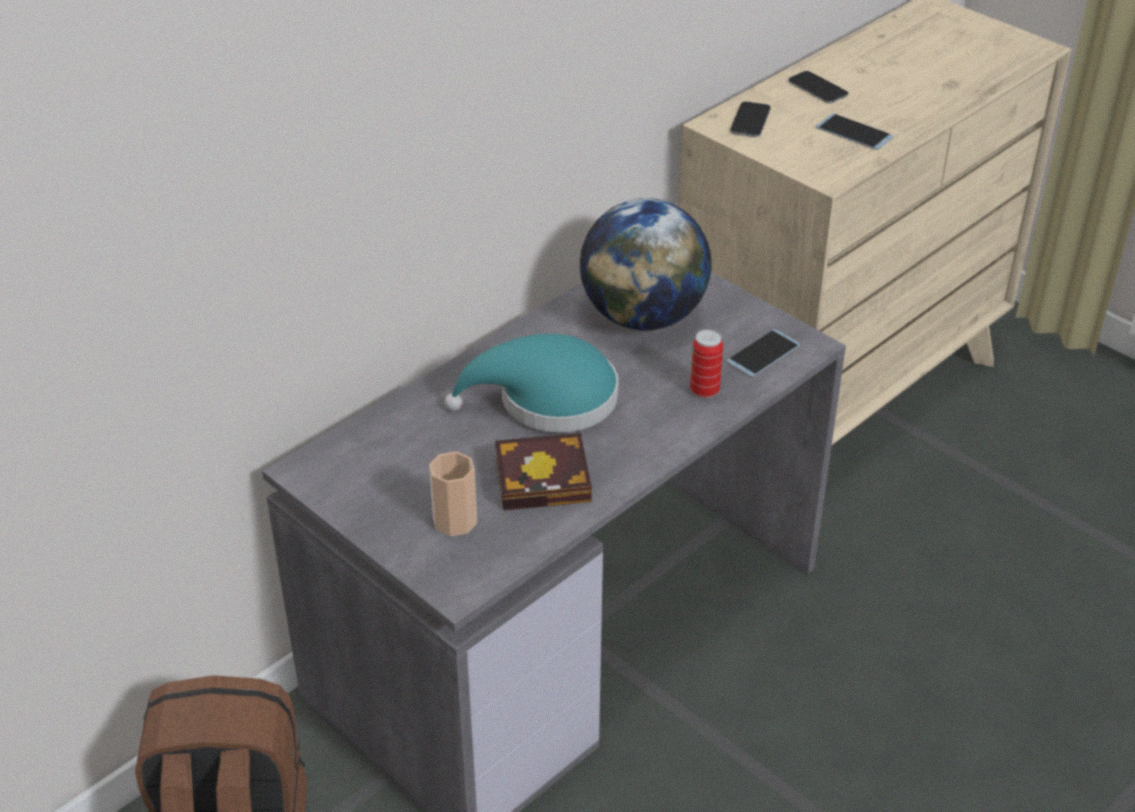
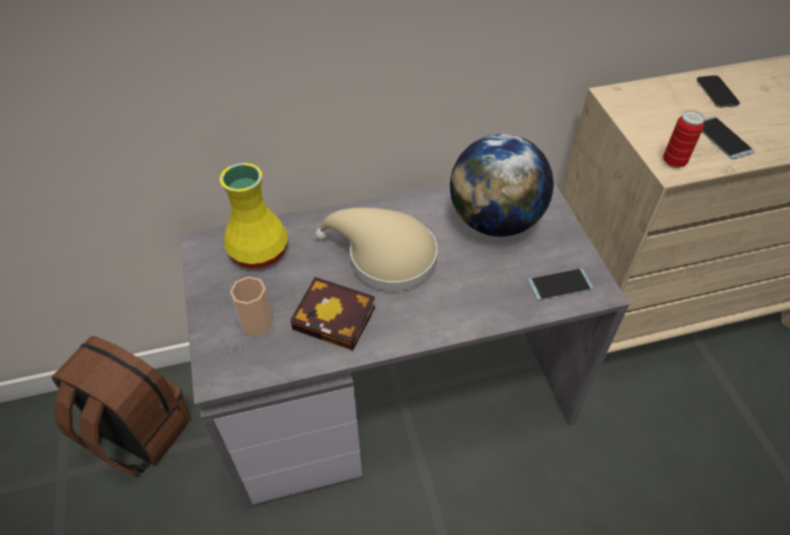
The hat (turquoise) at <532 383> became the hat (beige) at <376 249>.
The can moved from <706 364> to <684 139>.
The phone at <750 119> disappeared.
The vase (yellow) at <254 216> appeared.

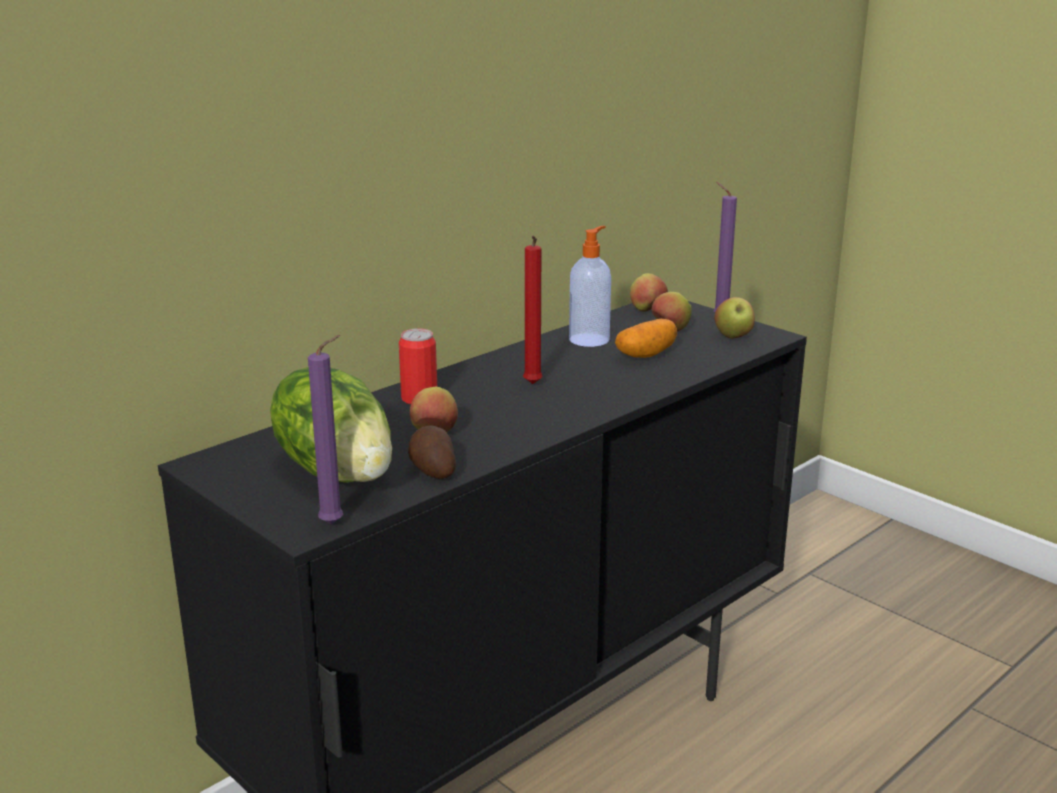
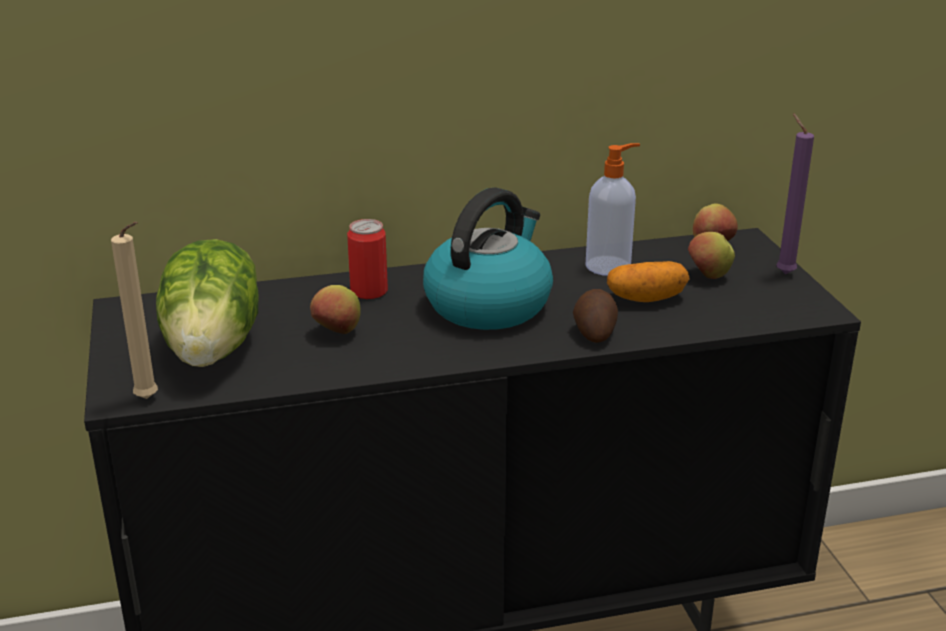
The candle (purple) at <325 429> became the candle (beige) at <134 310>.
The potato moved from <432 452> to <595 316>.
The candle (red) at <533 310> was replaced by the kettle at <488 258>.
The apple at <734 318> disappeared.

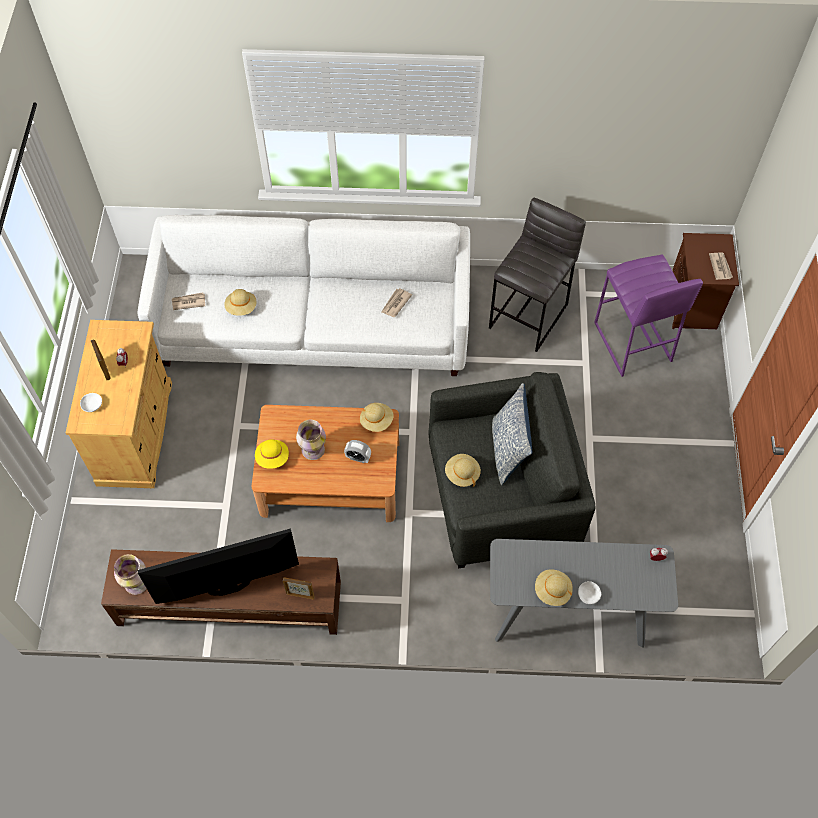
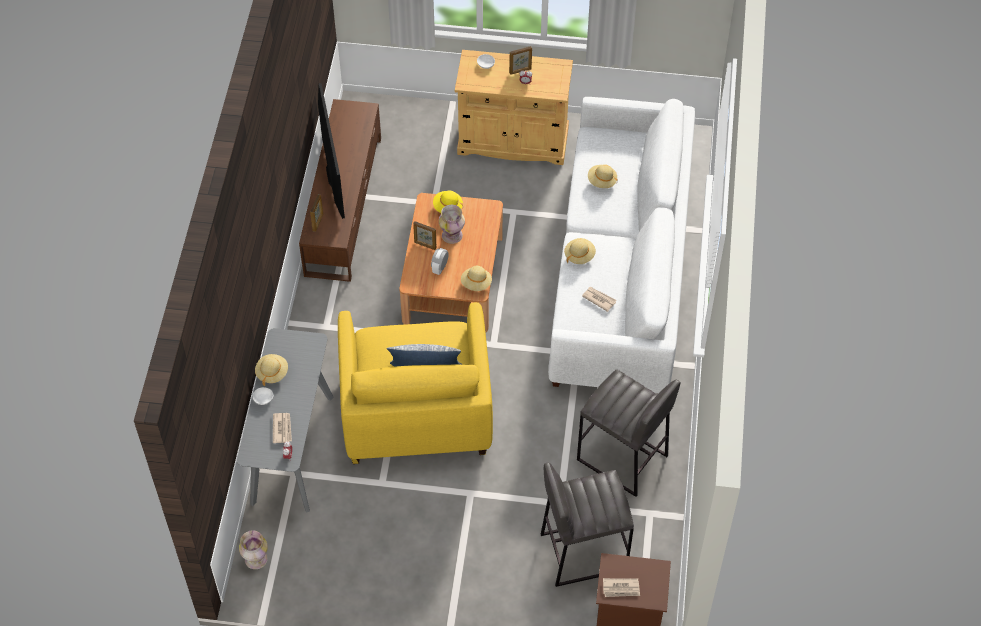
The vase moved from <130 574> to <253 549>.
The newspaper moved from <188 301> to <282 428>.
The armchair (grey) at <512 470> became the armchair (yellow) at <415 383>.
The hat (beige) moved from <463 470> to <580 251>.
The stool (purple) at <648 315> became the stool (grey) at <587 525>.
The picture frame at <424 235> appeared.

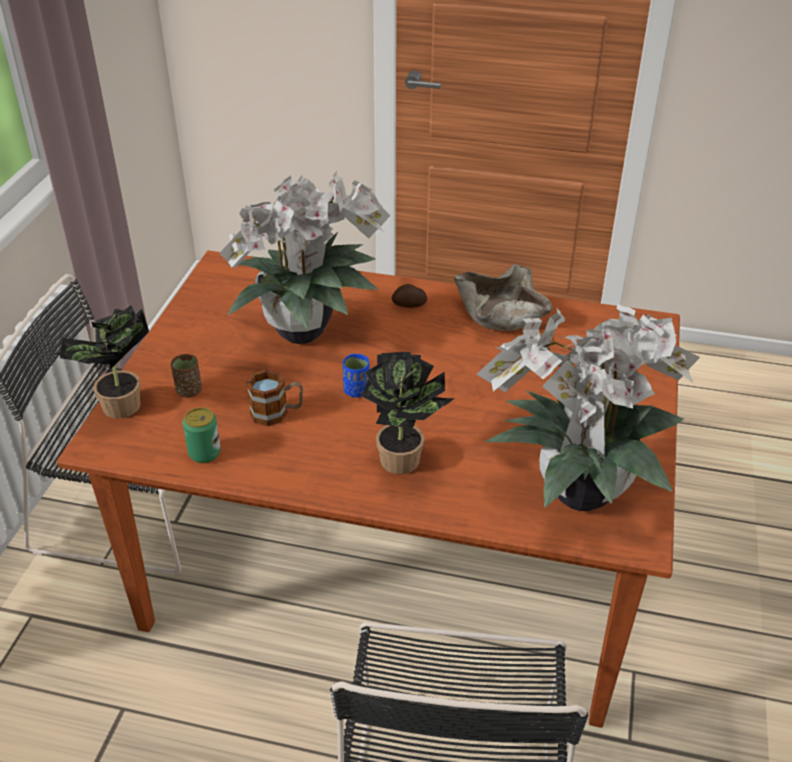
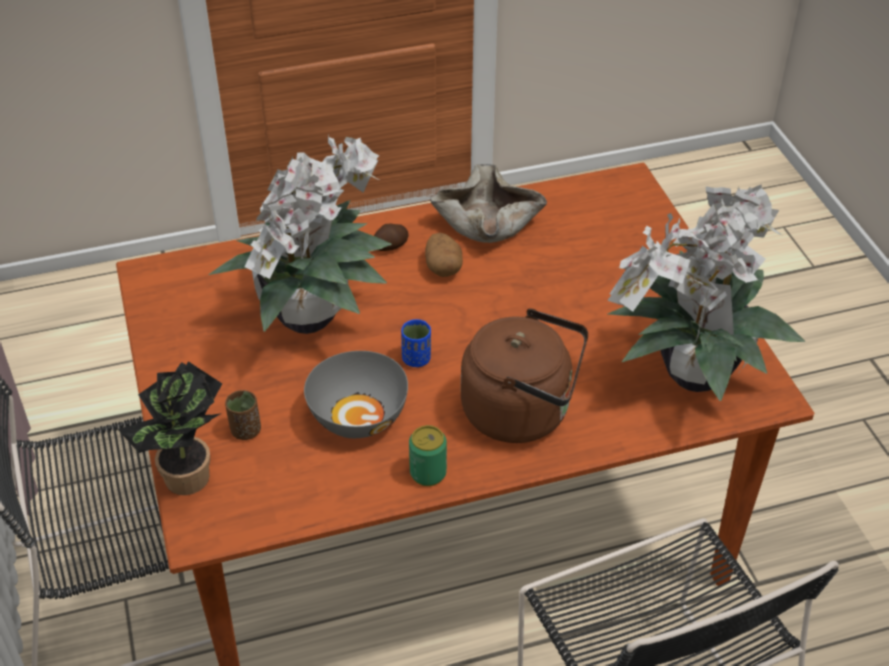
The can moved from <202 435> to <428 455>.
The mug at <274 398> was replaced by the bowl (grey) at <356 394>.
The potted plant at <408 413> was replaced by the kettle (brown) at <524 375>.
The potato at <444 255> appeared.

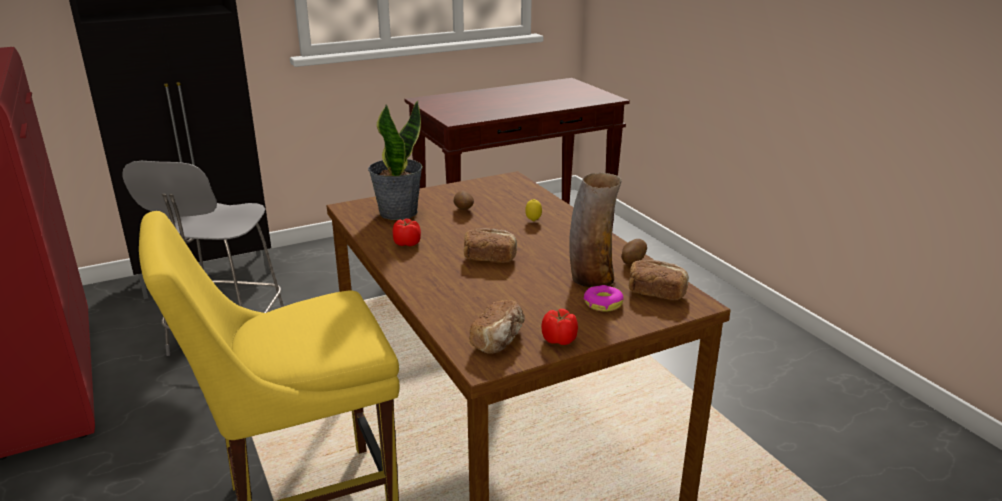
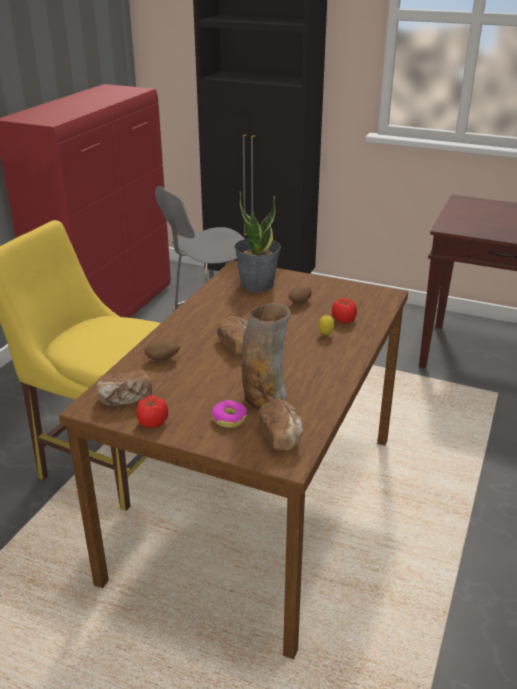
The tomato moved from <407 232> to <344 310>.
The potato moved from <634 252> to <162 350>.

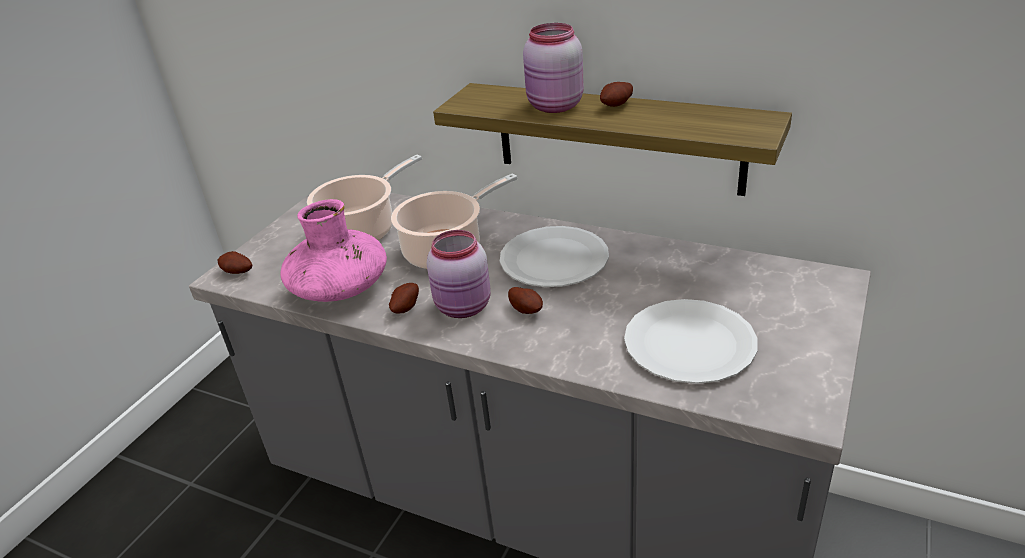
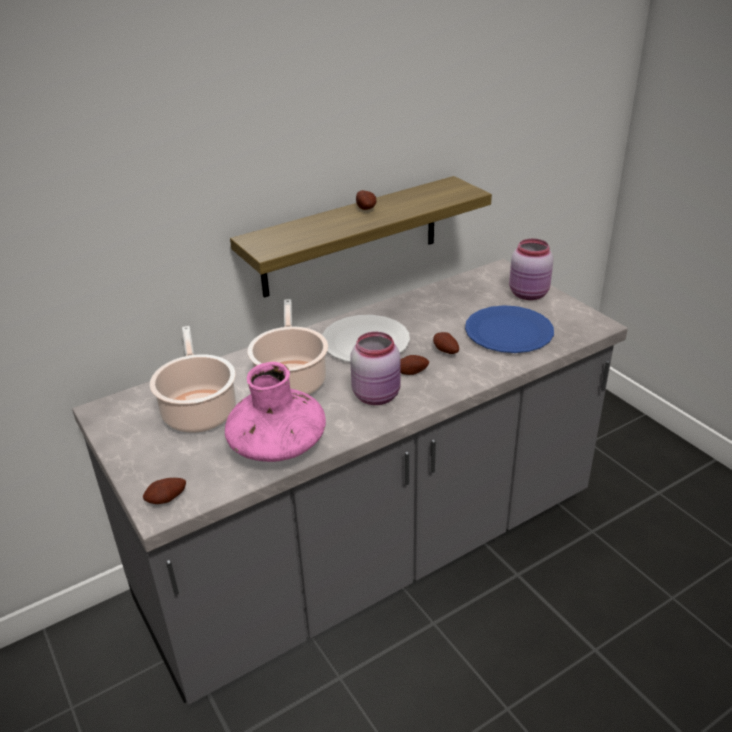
The potato moved from <404 298> to <446 343>.
The jar (pink) moved from <553 68> to <531 269>.
The plate (white) at <691 341> became the plate (blue) at <509 329>.

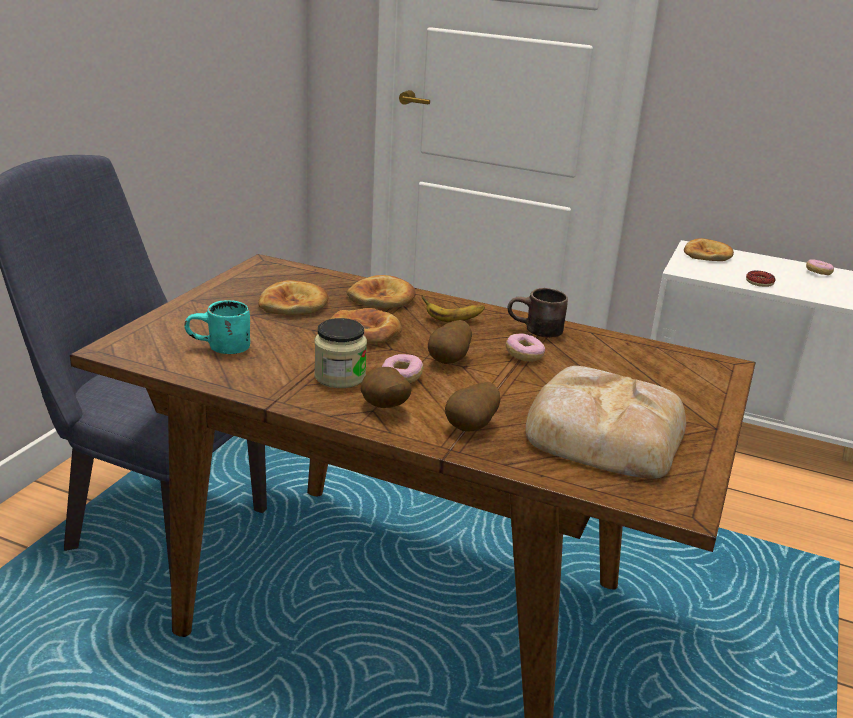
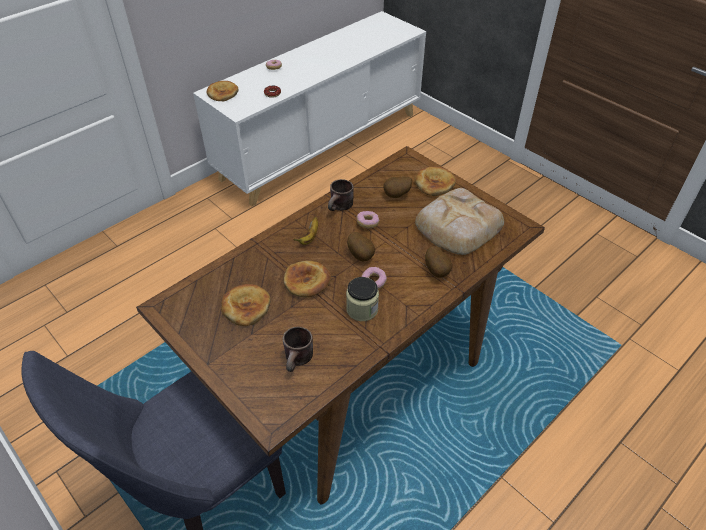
The mug (turquoise) at <217 327> became the mug (brown) at <298 349>.
The bread moved from <381 292> to <435 181>.
The potato moved from <386 387> to <397 187>.

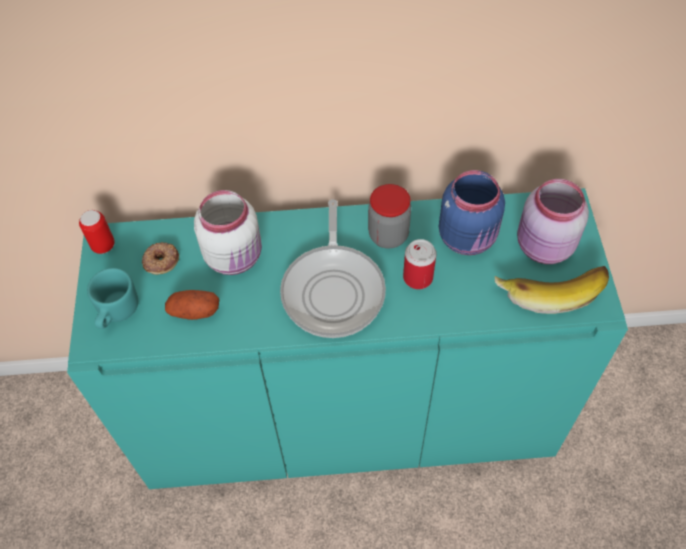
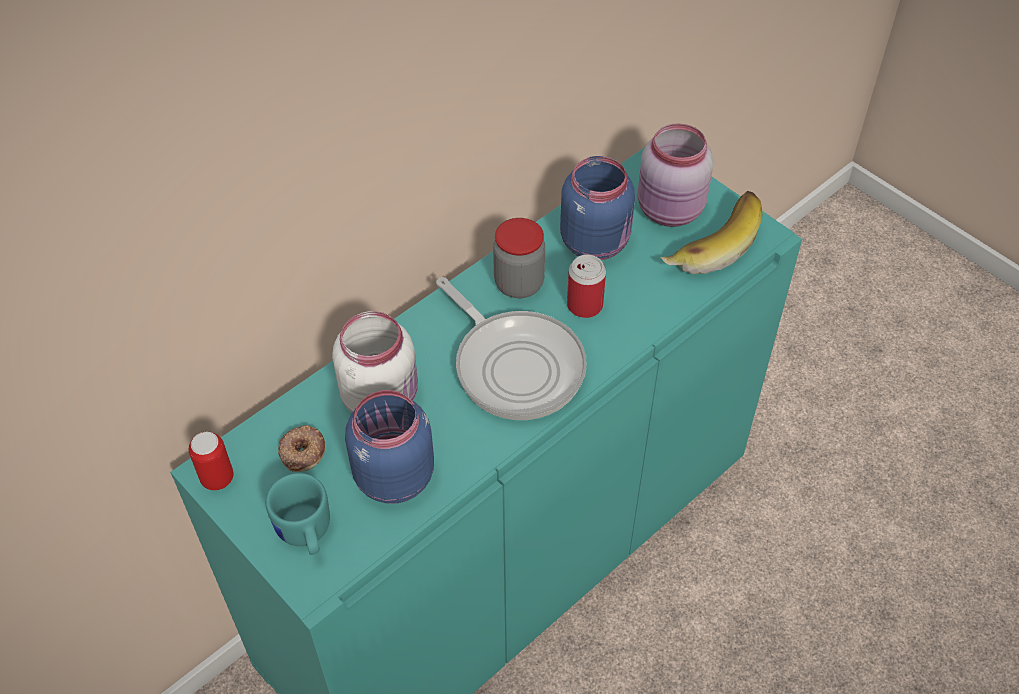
The potato at <192 305> was replaced by the jar (blue) at <389 447>.

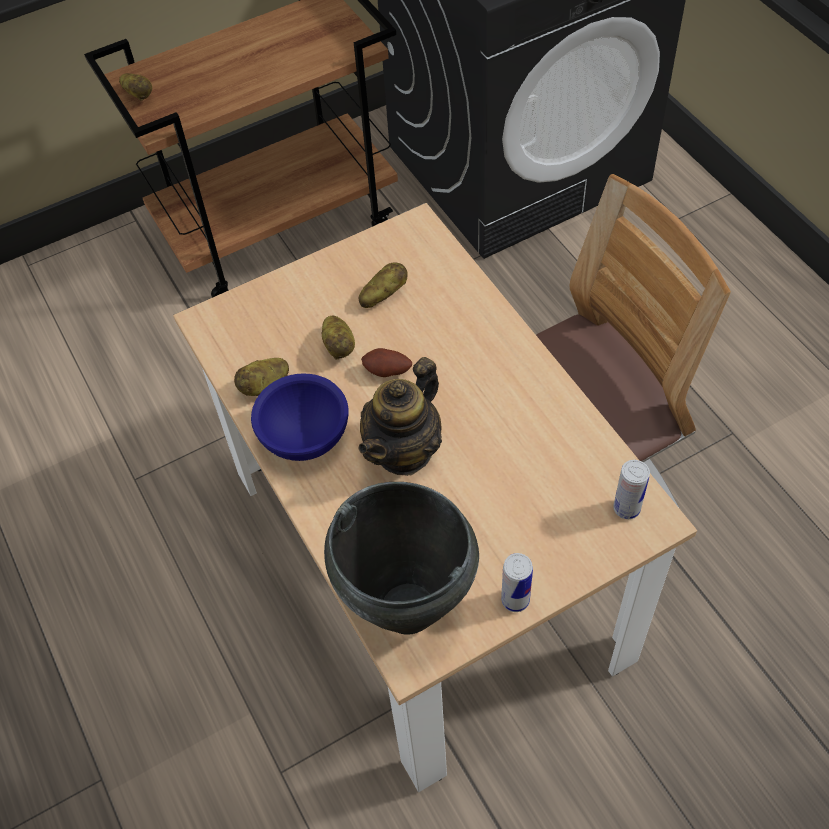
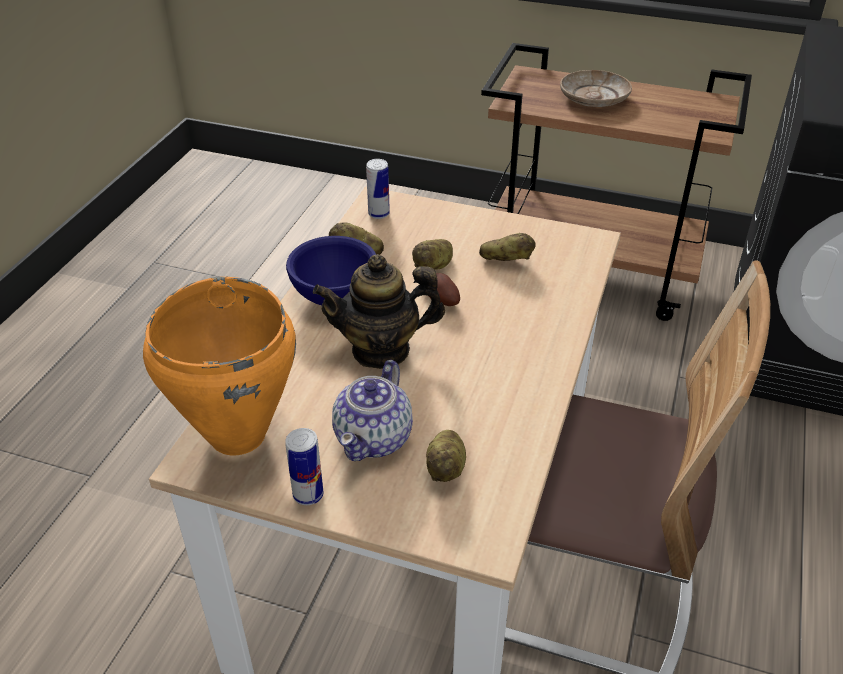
The potato moved from <135 87> to <446 456>.
The cooking pot (black) at <401 558> became the cooking pot (orange) at <219 366>.
The can moved from <631 489> to <378 189>.
The teapot at <372 410> appeared.
The plate (beige) at <596 88> appeared.

